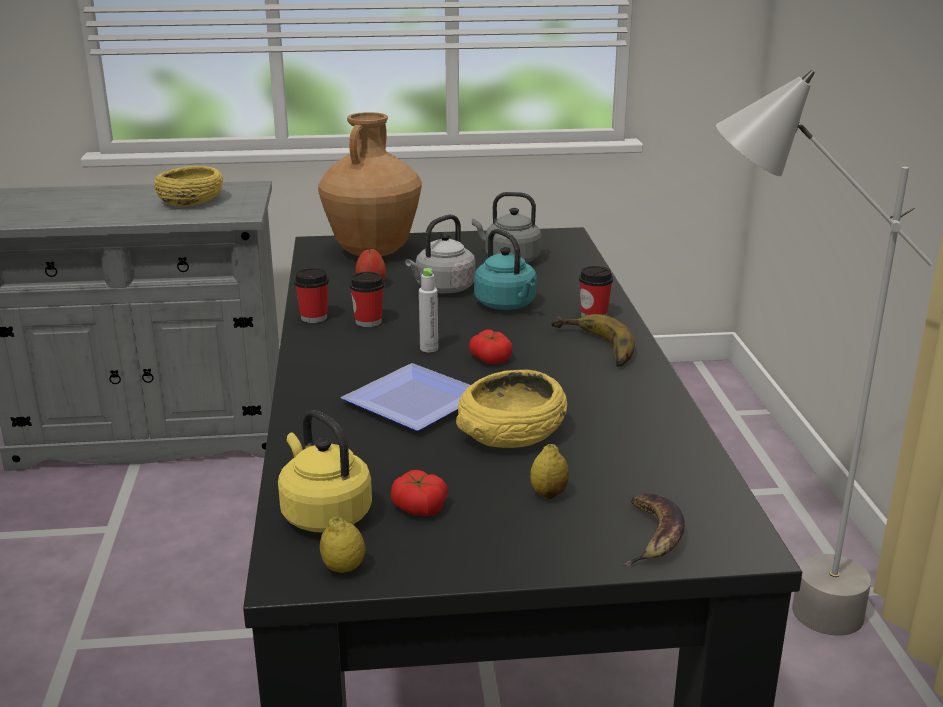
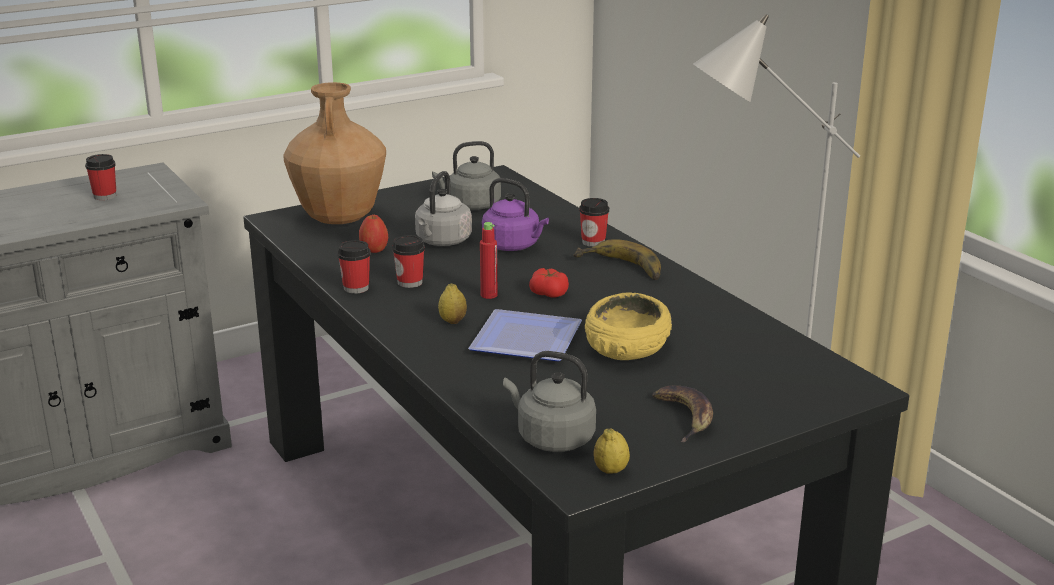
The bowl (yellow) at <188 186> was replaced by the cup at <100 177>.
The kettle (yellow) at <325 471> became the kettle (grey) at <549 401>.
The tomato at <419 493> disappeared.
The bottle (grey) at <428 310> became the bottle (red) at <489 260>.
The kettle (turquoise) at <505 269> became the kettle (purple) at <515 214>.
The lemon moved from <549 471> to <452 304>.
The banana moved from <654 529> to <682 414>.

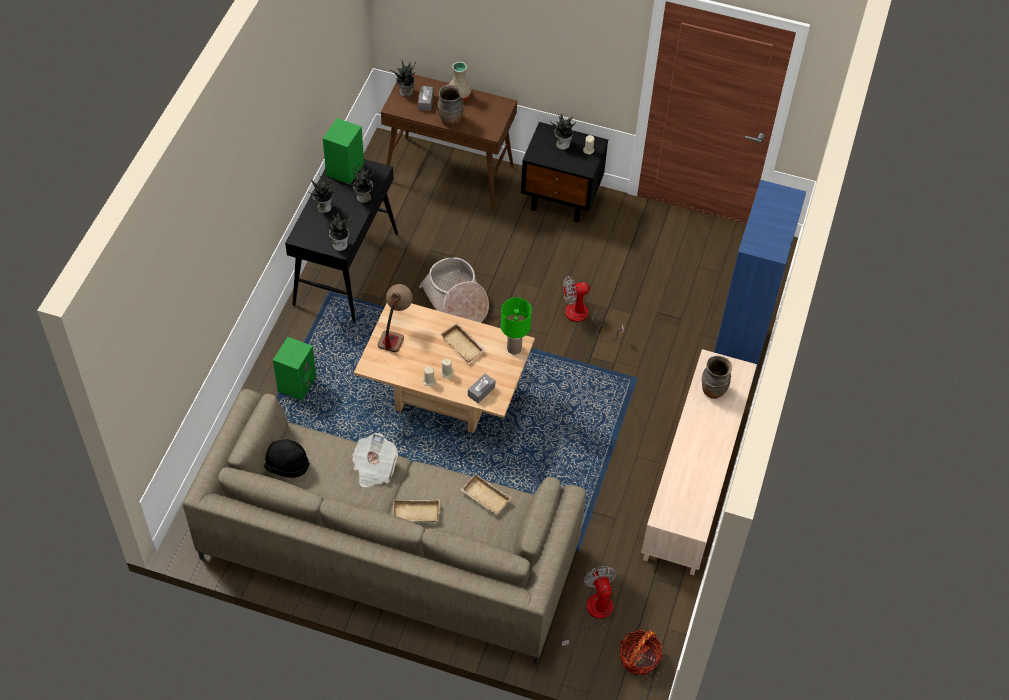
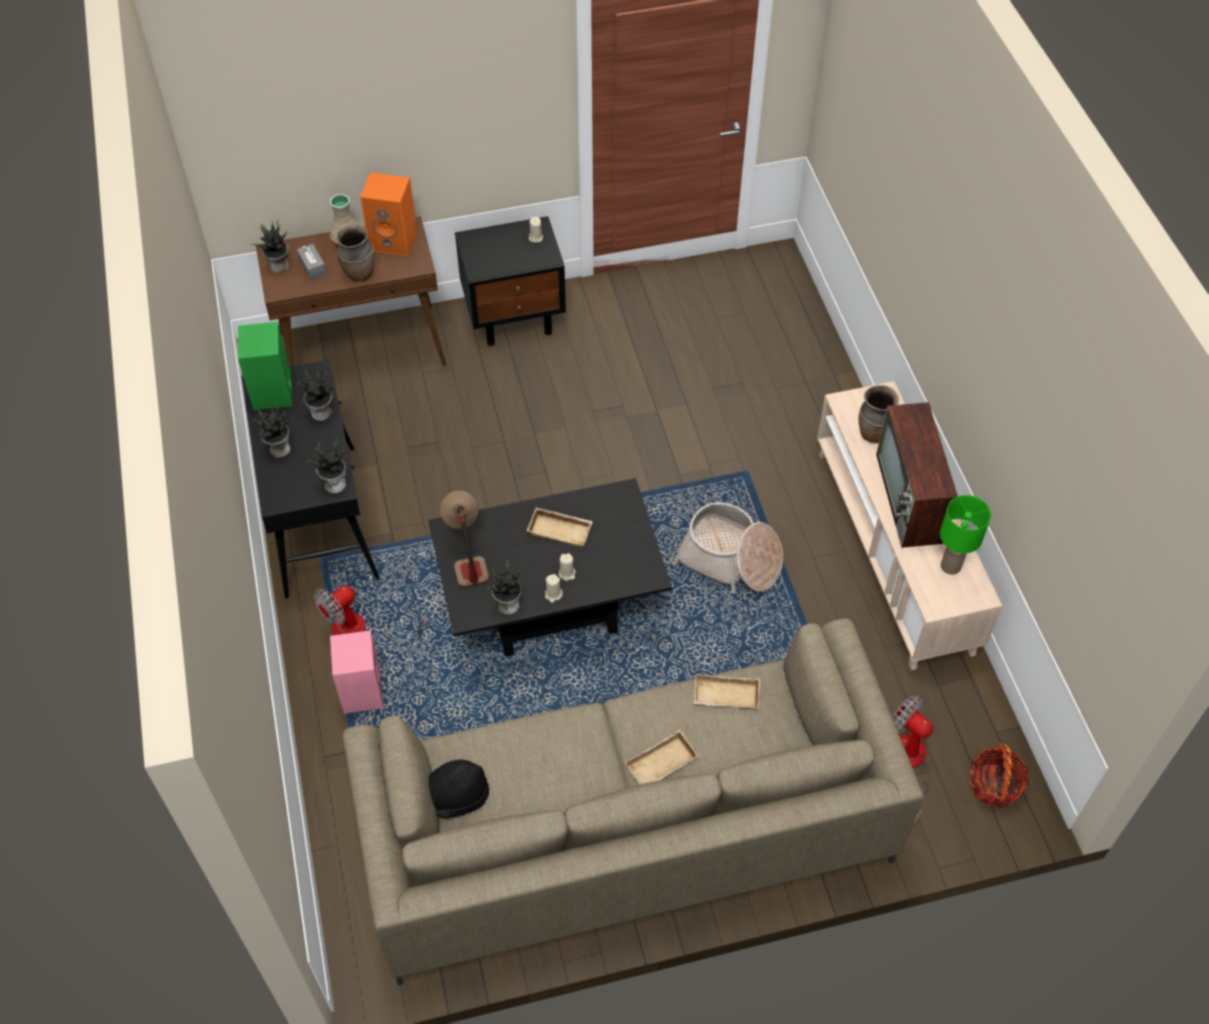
The speaker (green) at <294 368> became the speaker (pink) at <357 672>.
The newspaper at <375 460> disappeared.
The coffee table (beige) at <444 368> became the coffee table (black) at <550 567>.
The basket moved from <454 290> to <727 548>.
The tissue box (grey) at <481 388> disappeared.
The table lamp (green) moved from <516 326> to <965 535>.
The potted plant moved from <563 132> to <505 586>.
The fan moved from <593 308> to <370 614>.
The bookcase (blue) at <760 281> disappeared.
The speaker (orange) at <388 214> appeared.
The television at <917 475> appeared.

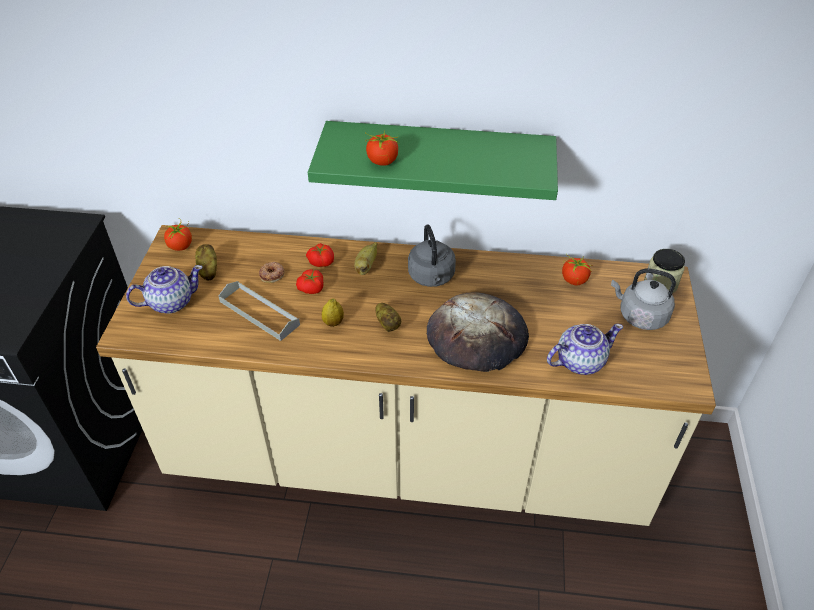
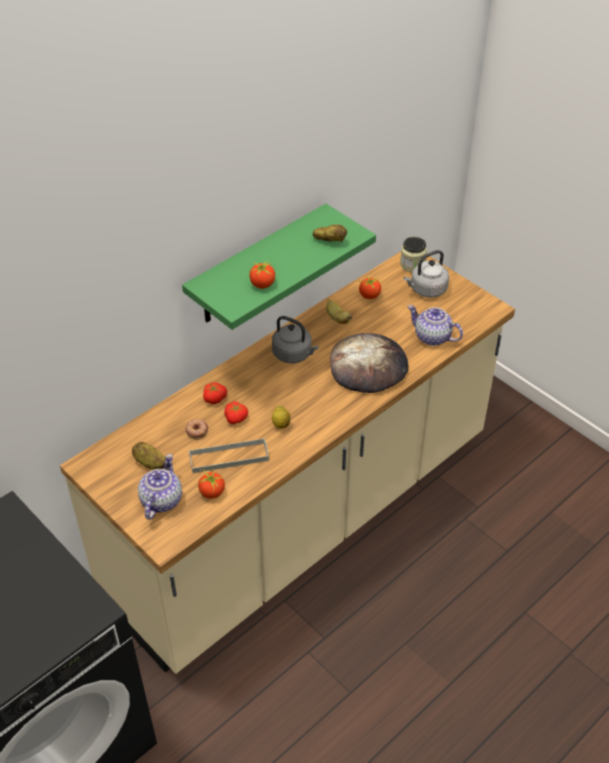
The tomato moved from <178 235> to <211 482>.
The banana moved from <365 258> to <339 311>.
The potato moved from <388 317> to <330 233>.
The teapot at <585 349> turned 75 degrees counterclockwise.

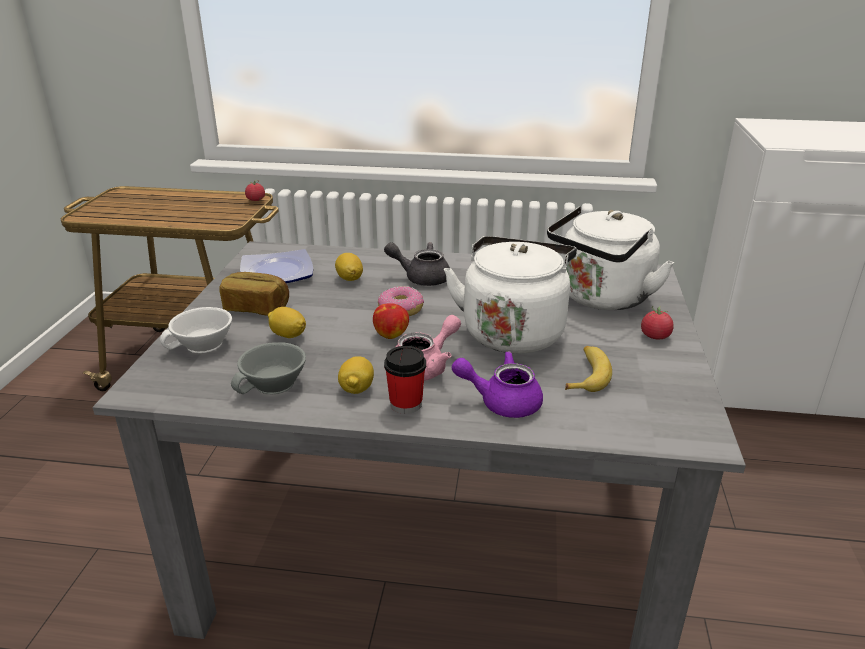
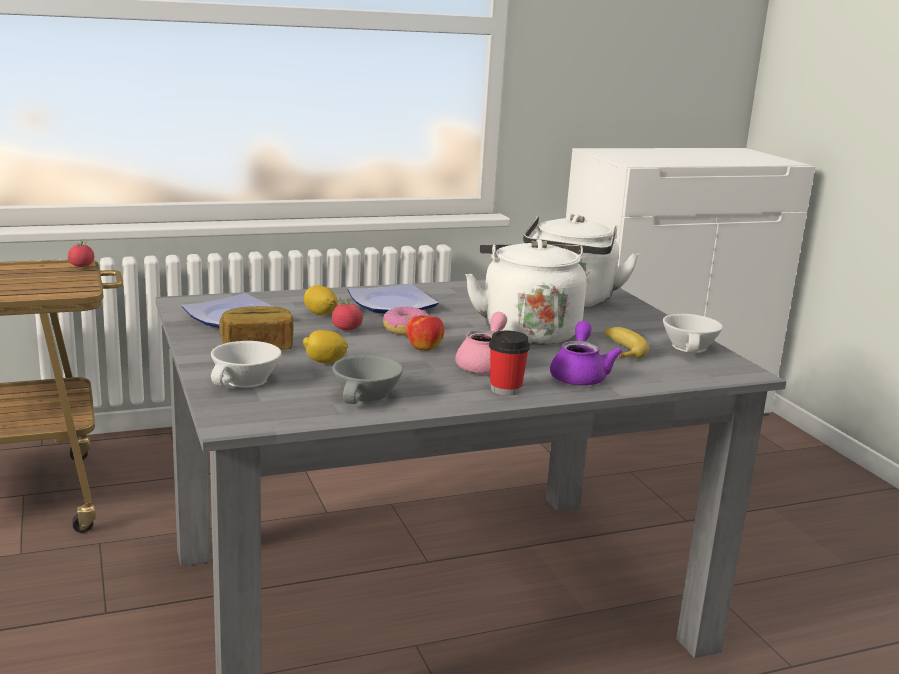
The lemon at <356 375> disappeared.
The teapot (grey) at <417 264> was replaced by the plate at <393 298>.
The teapot (purple) at <497 384> turned 120 degrees clockwise.
The tomato moved from <657 322> to <347 314>.
The cup (white) at <693 333> appeared.

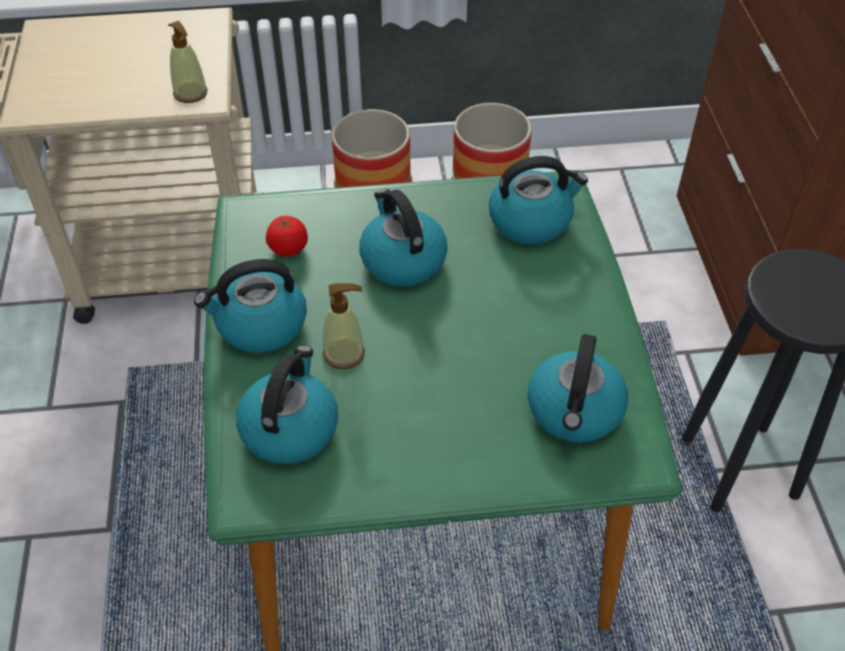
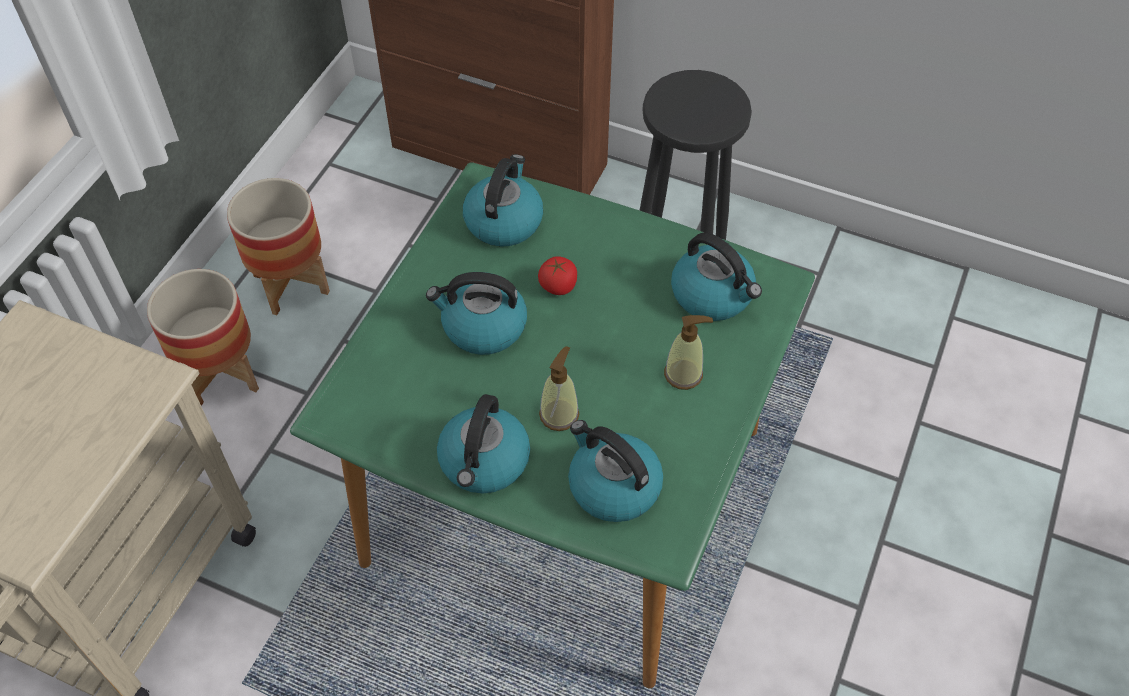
The soap dispenser moved from <188 62> to <688 352>.
The tomato moved from <287 236> to <557 275>.

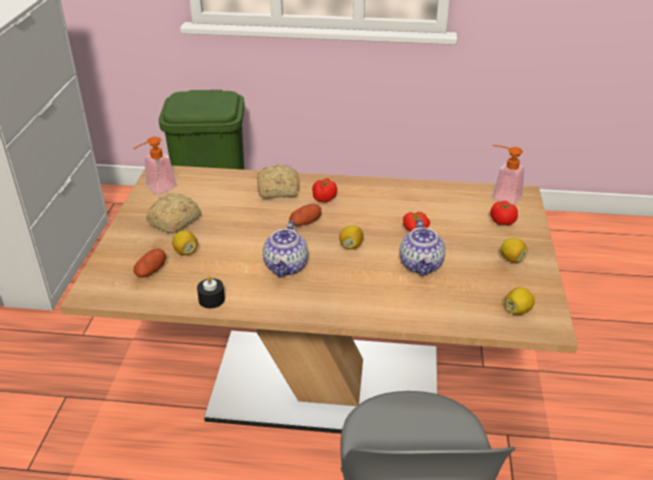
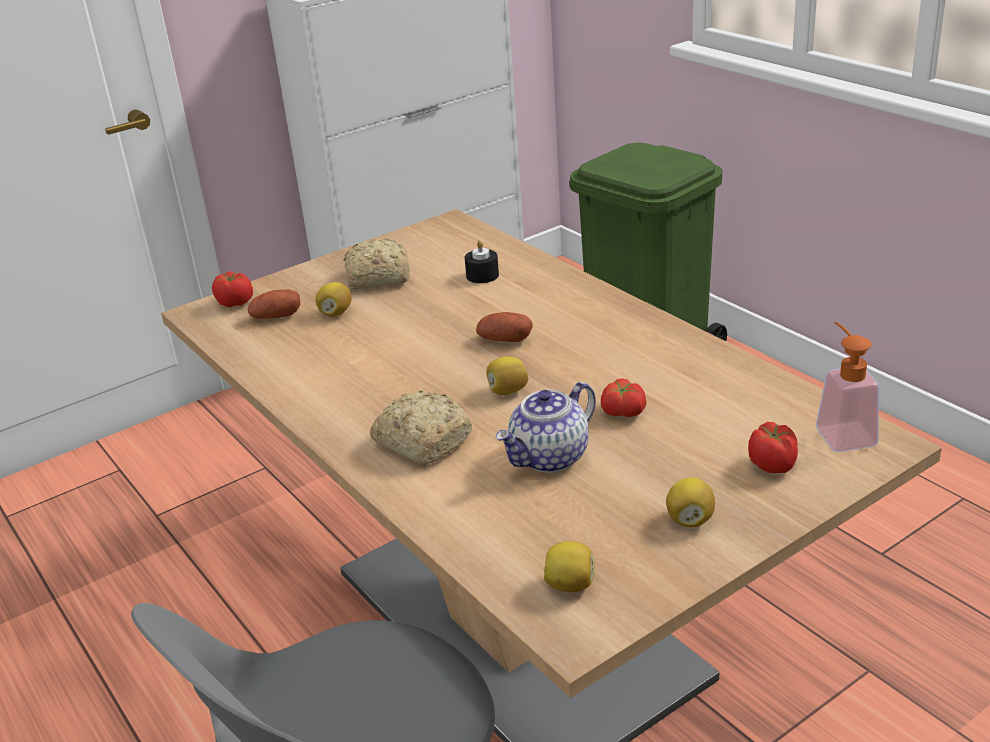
The soap dispenser at <154 165> disappeared.
The candle (black) moved from <211 292> to <482 261>.
The bread moved from <278 181> to <421 427>.
The teapot at <285 249> disappeared.
The tomato moved from <324 190> to <232 289>.

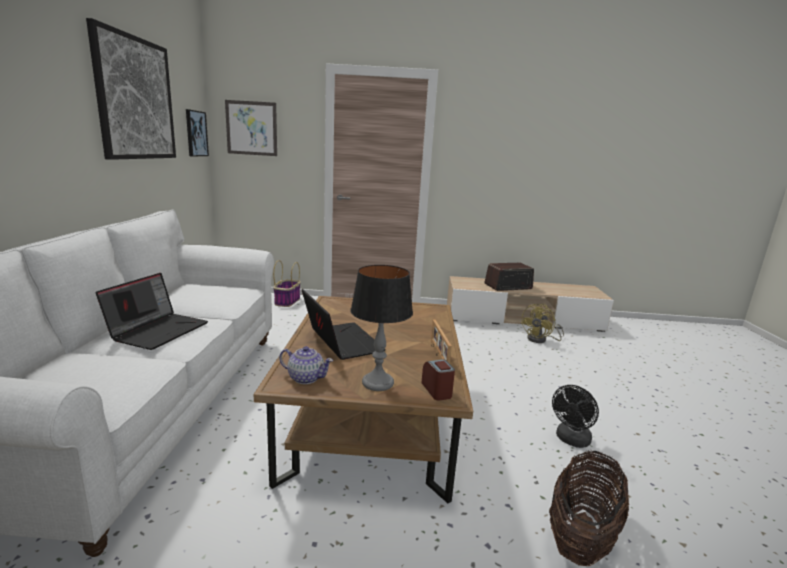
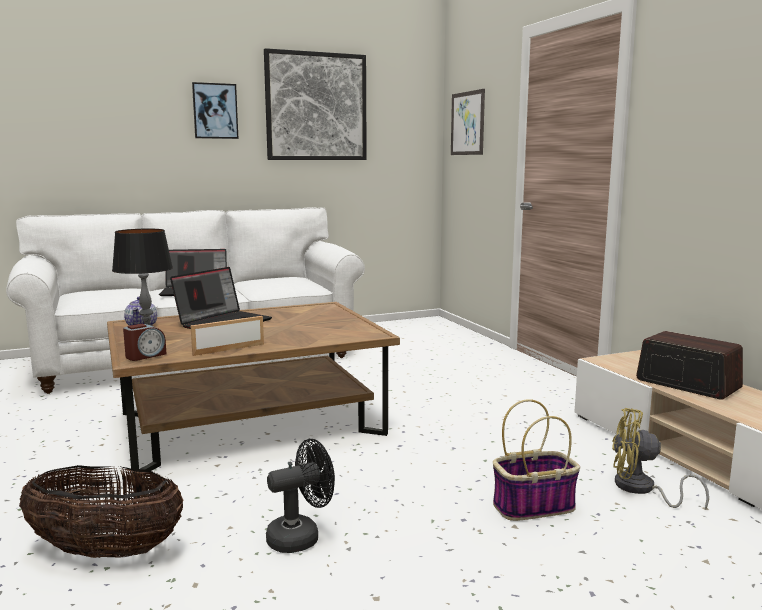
The picture moved from <197 132> to <215 110>.
The basket moved from <287 283> to <536 460>.
The fan (black) at <575 416> turned 135 degrees clockwise.

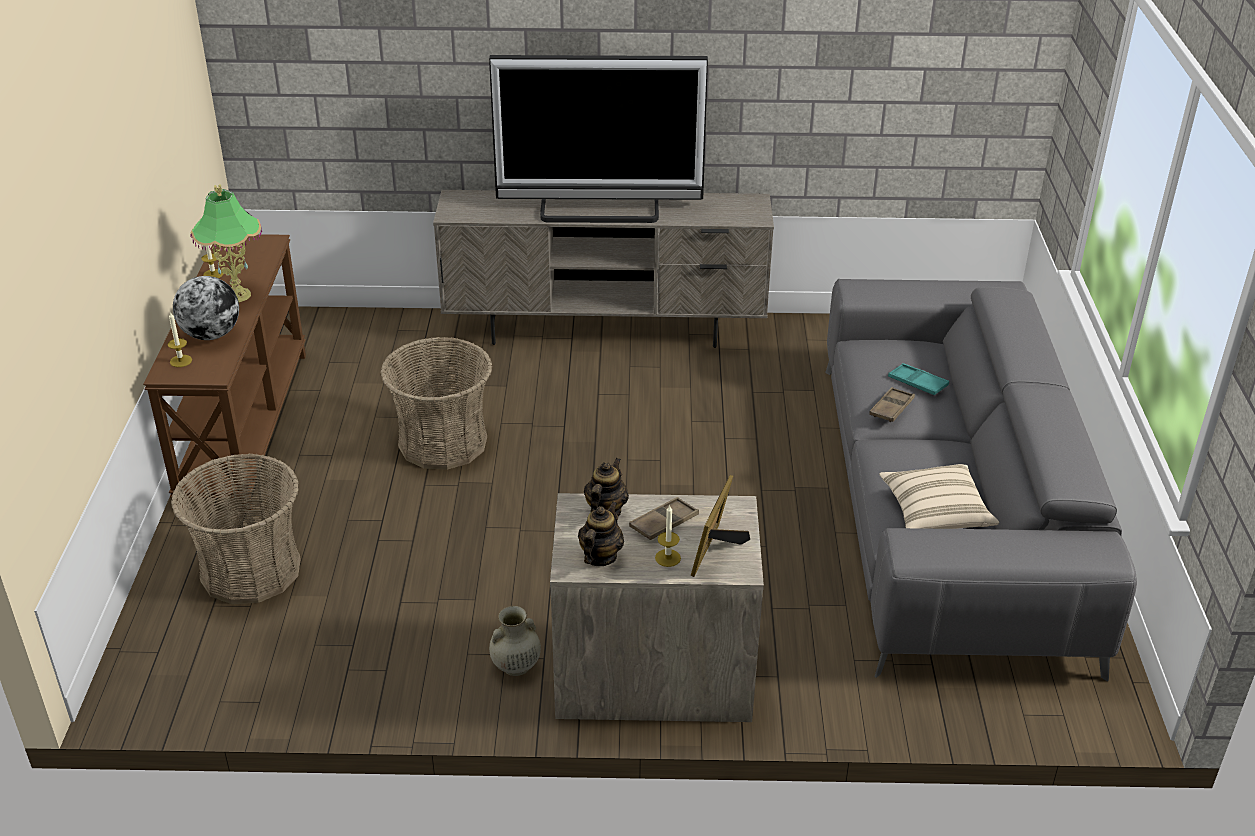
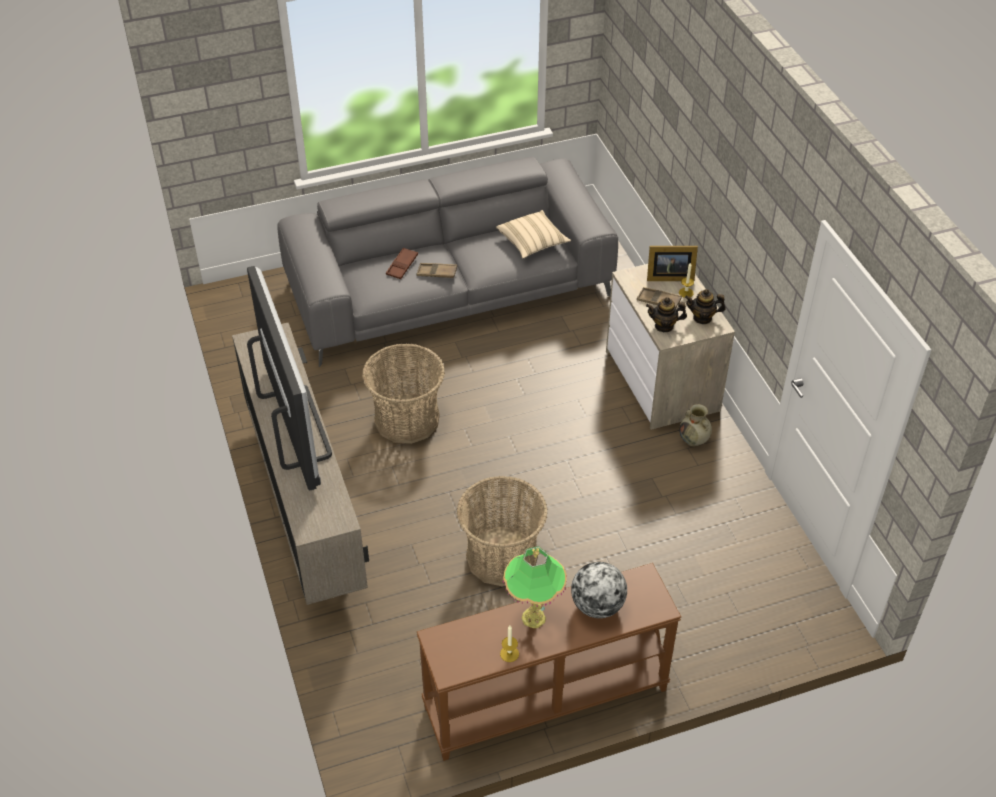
The candle at <180 339> disappeared.
The basket moved from <236 529> to <403 393>.
The tray (turquoise) at <918 379> became the tray (brown) at <402 263>.

